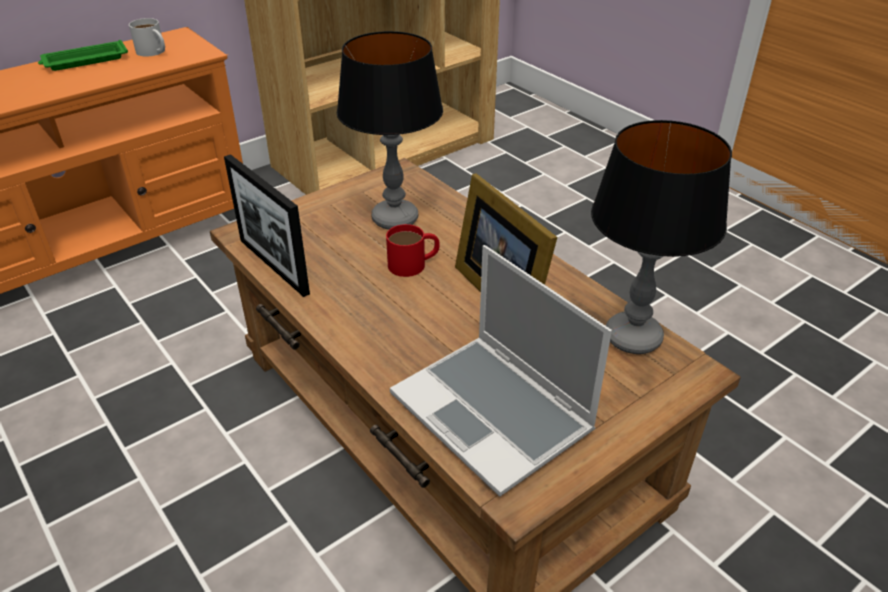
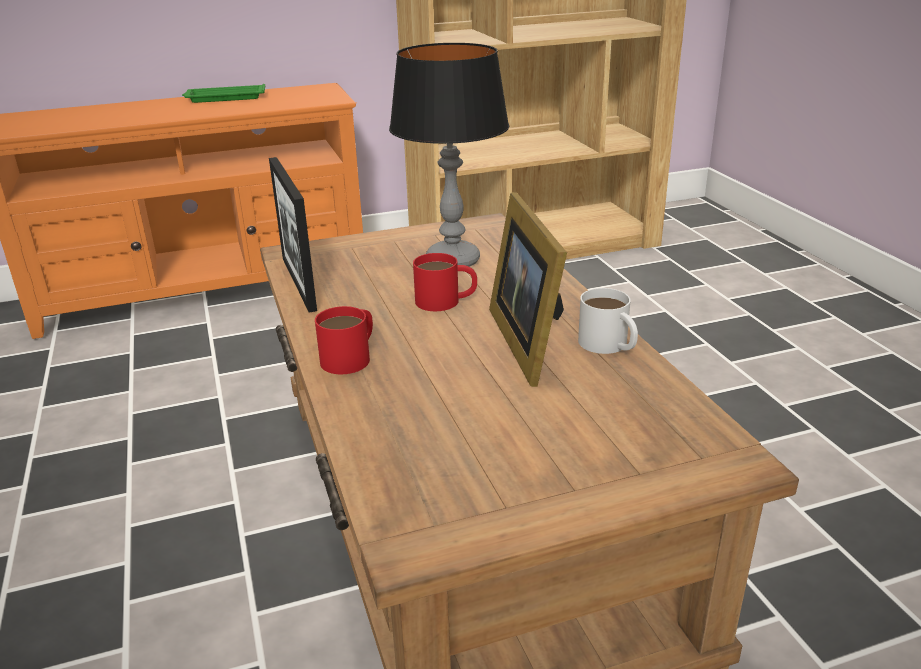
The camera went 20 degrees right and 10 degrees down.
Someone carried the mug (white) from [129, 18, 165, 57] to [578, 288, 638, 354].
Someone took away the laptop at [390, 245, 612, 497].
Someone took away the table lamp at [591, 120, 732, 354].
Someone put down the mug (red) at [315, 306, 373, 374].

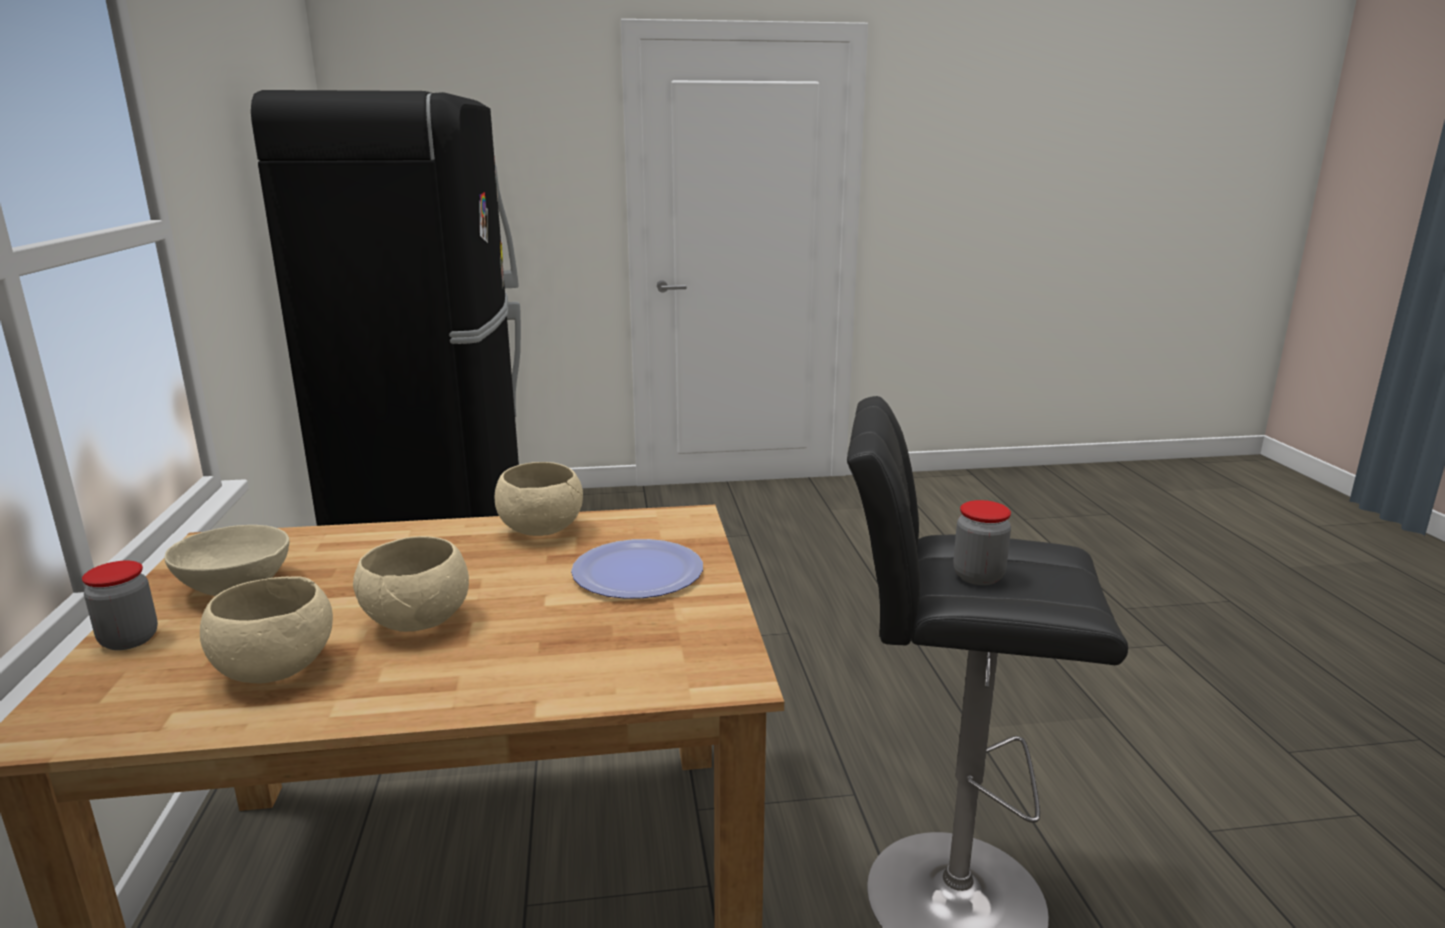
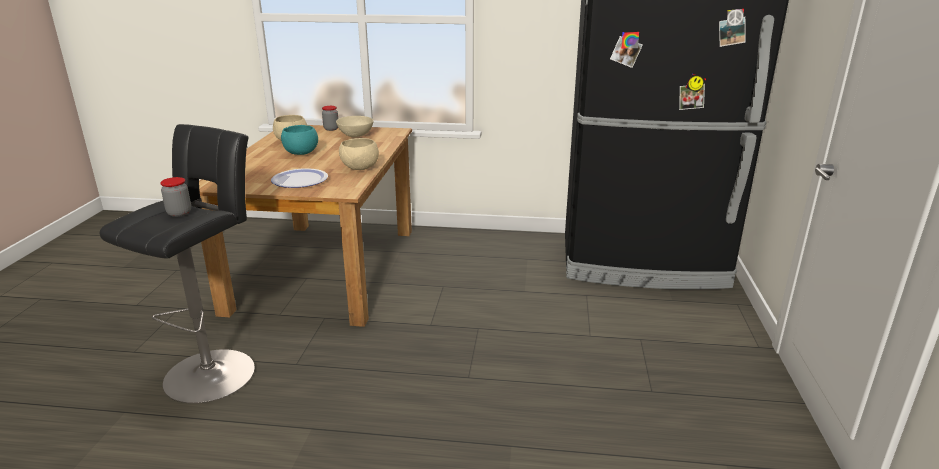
The camera went 105 degrees right and 5 degrees up.
Someone repainted the bowl (beige) at [353, 536, 469, 632], which became the bowl (turquoise) at [281, 125, 318, 155].

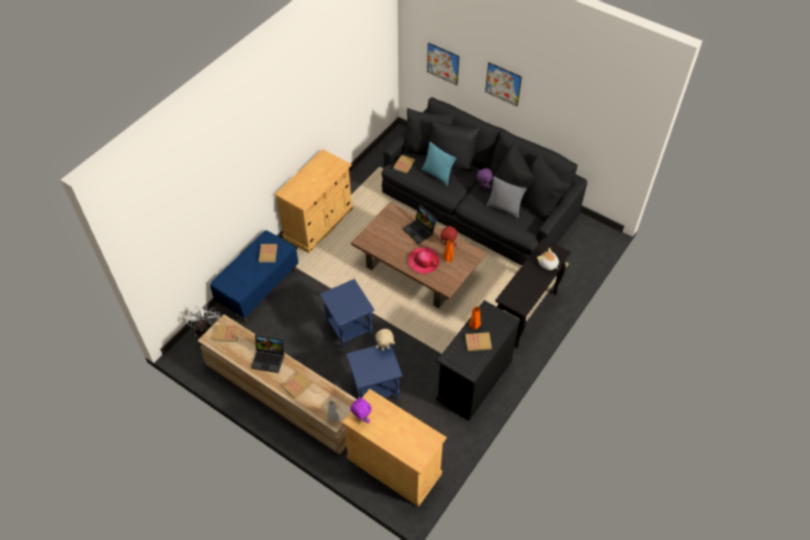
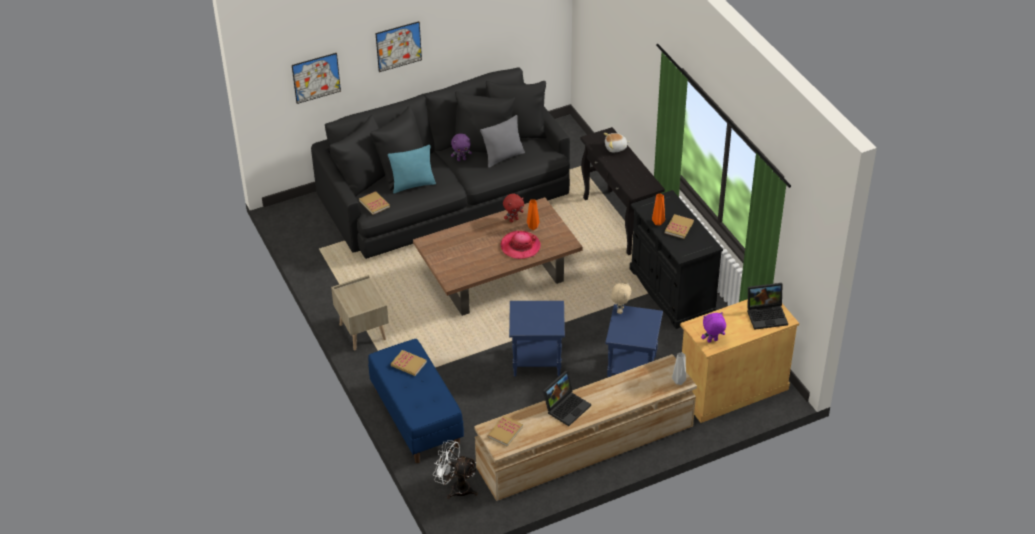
The camera went 60 degrees left and 10 degrees down.
Someone swapped the cabinet (beige) at [274, 149, 353, 254] for the nightstand (beige) at [331, 275, 389, 351].
Someone took away the book at [282, 371, 313, 399].
Someone carried the laptop from [403, 205, 437, 244] to [747, 283, 788, 330].

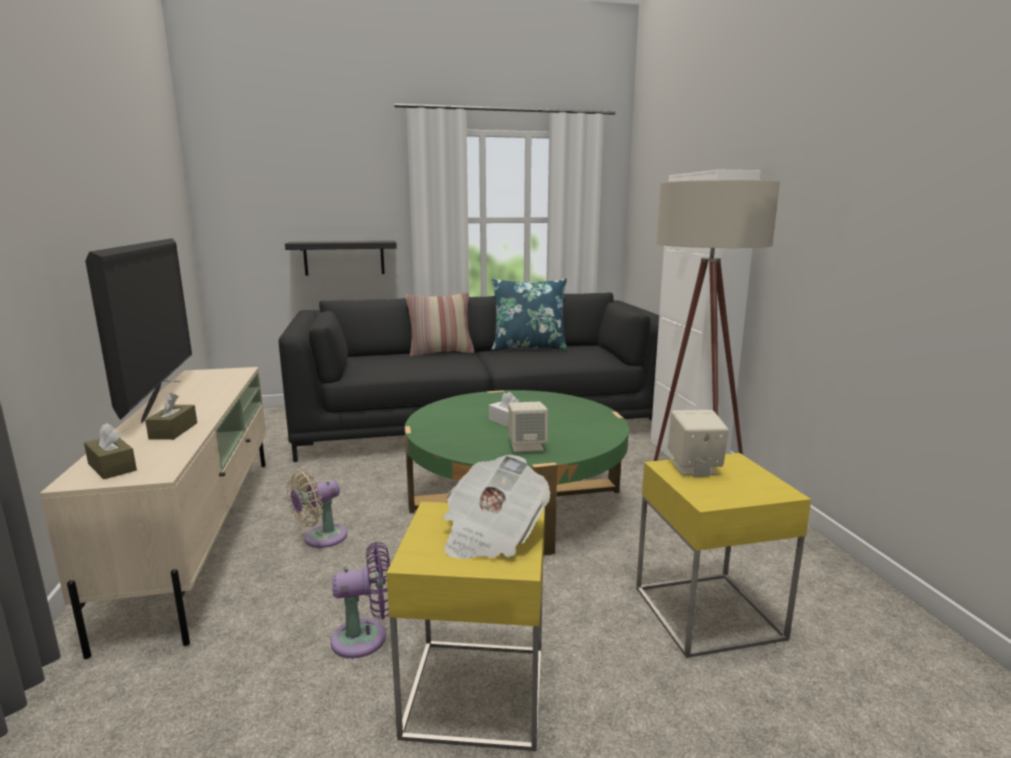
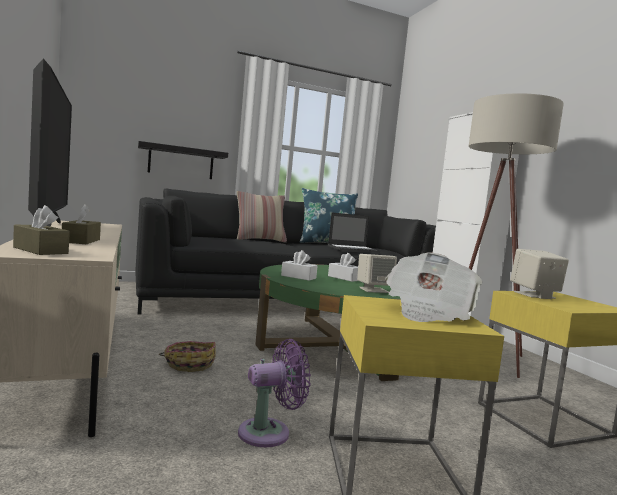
The camera went 10 degrees left and 10 degrees down.
Someone swapped the fan (beige) at [286, 470, 347, 548] for the basket at [159, 341, 216, 372].
Someone put down the tissue box (white) at [281, 250, 318, 281].
Someone put down the laptop at [328, 212, 380, 253].

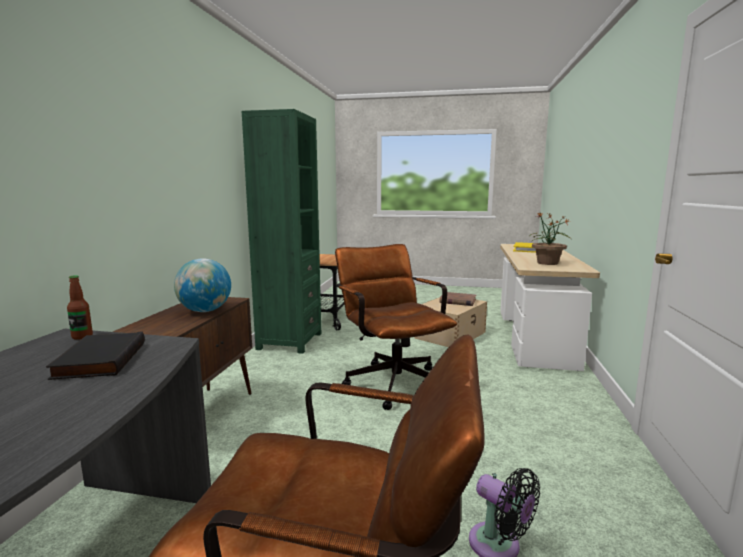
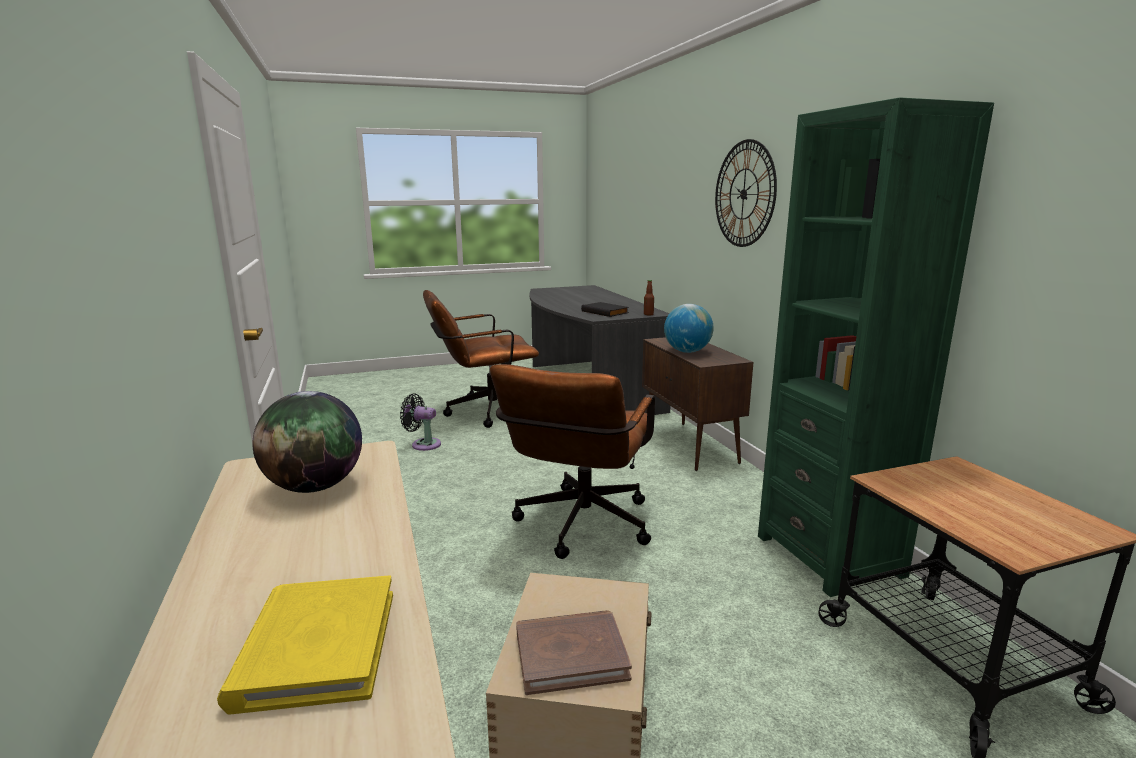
The camera went 150 degrees right and 5 degrees up.
Someone rotated the office chair (brown) at [335, 244, 457, 410] by 75 degrees clockwise.
Someone swapped the potted plant at [529, 212, 572, 265] for the globe at [252, 391, 362, 493].
Someone put up the wall clock at [715, 139, 777, 247].

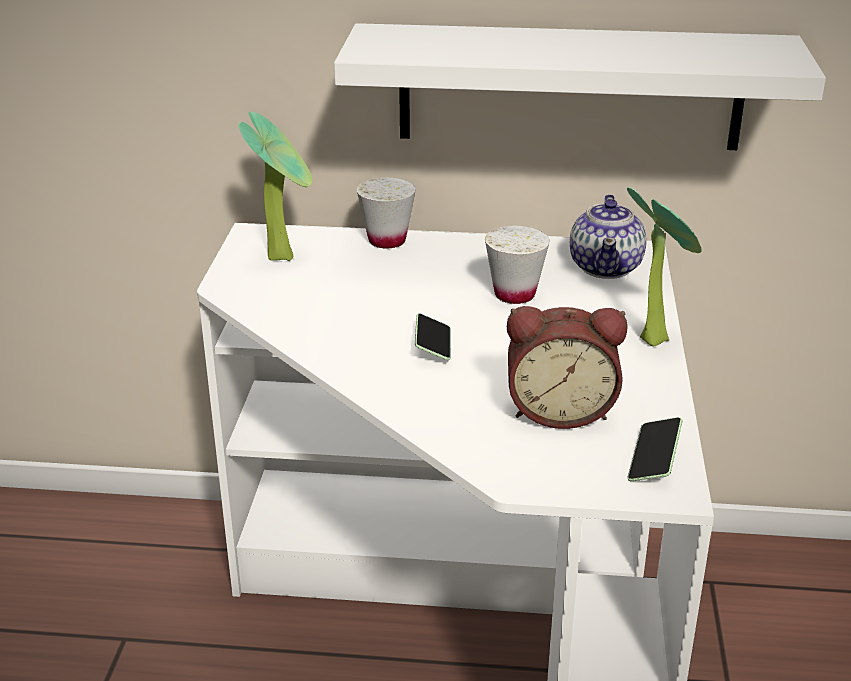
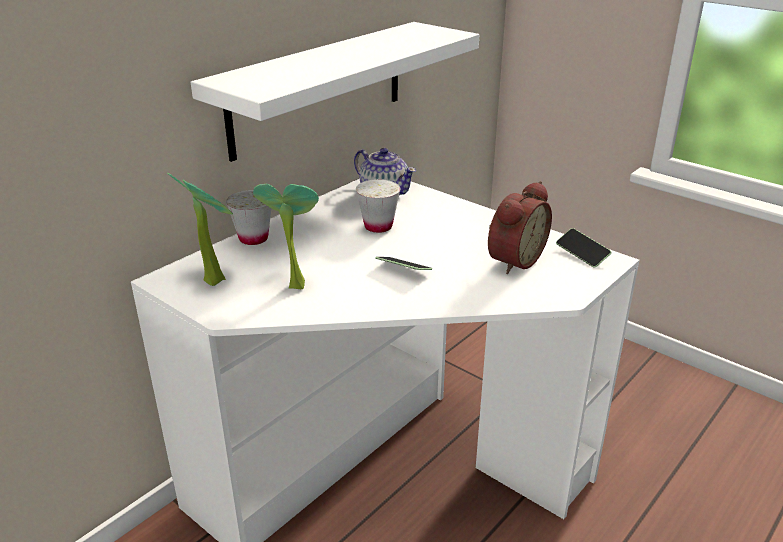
The camera went 55 degrees left and 0 degrees up.
Someone carried the potted plant from [627, 187, 701, 346] to [253, 184, 319, 289].

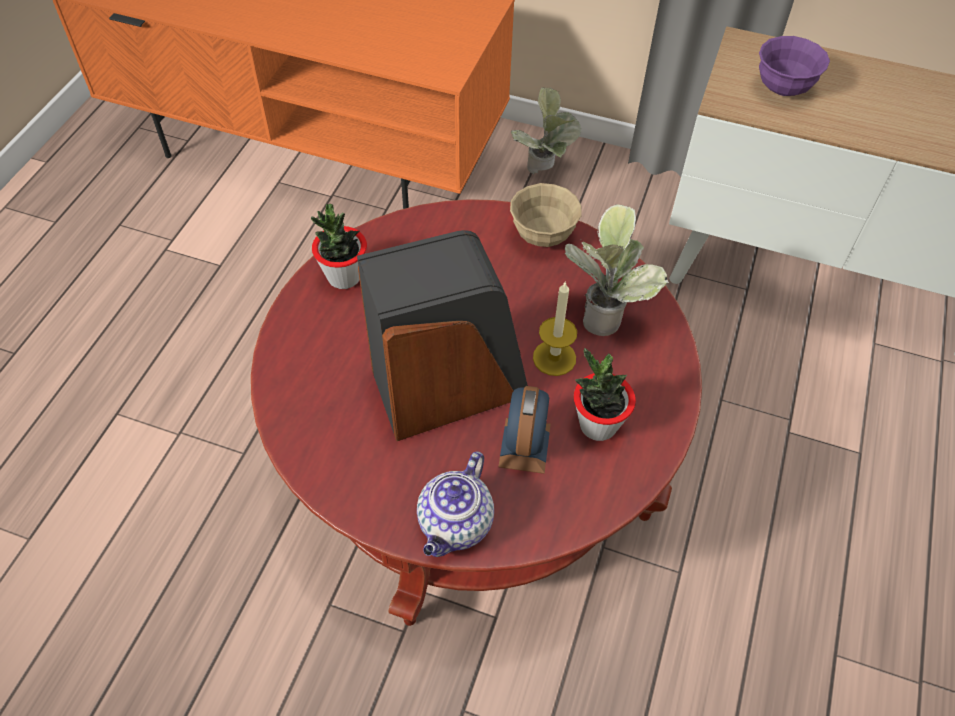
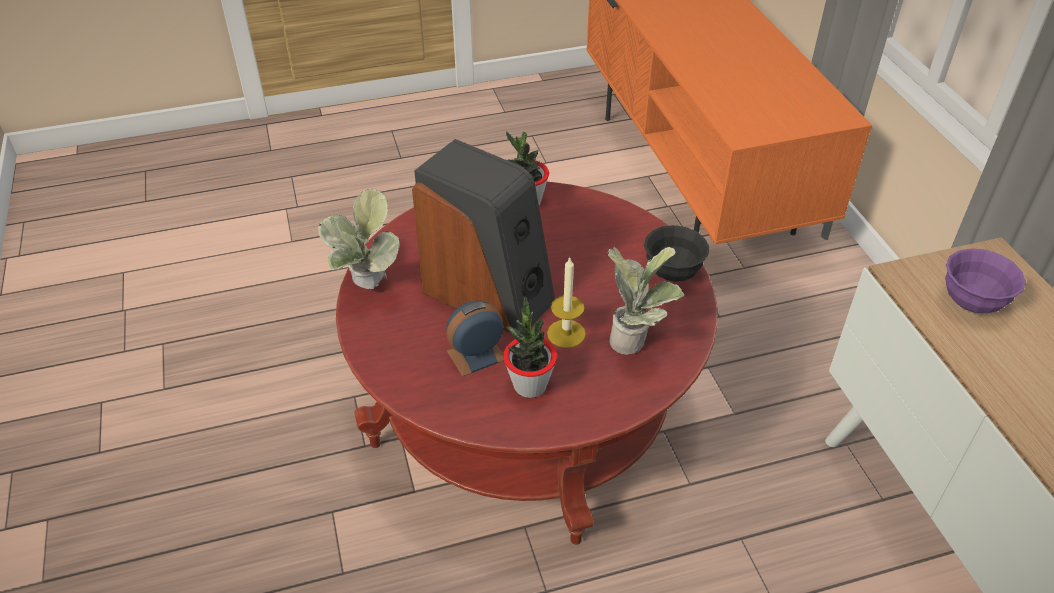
The camera went 55 degrees right and 10 degrees down.
Someone took away the teapot at [417, 452, 494, 557].
Someone repainted the bowl (beige) at [510, 183, 582, 247], which became the bowl (black) at [644, 225, 710, 282].
Someone carried the potted plant from [511, 87, 581, 174] to [318, 189, 400, 289].

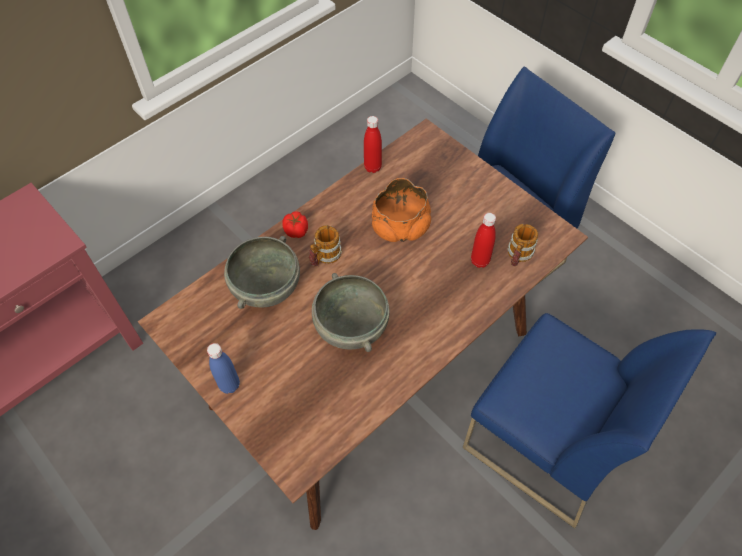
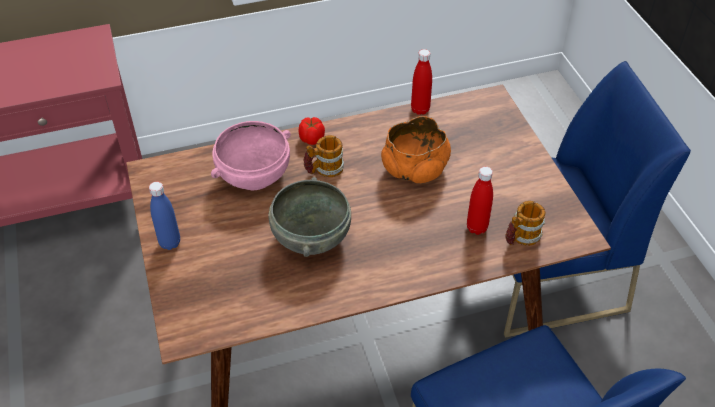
The camera went 25 degrees right and 10 degrees down.
Someone repainted the bowl (grey) at [224, 236, 300, 309], which became the bowl (pink) at [211, 121, 291, 191].

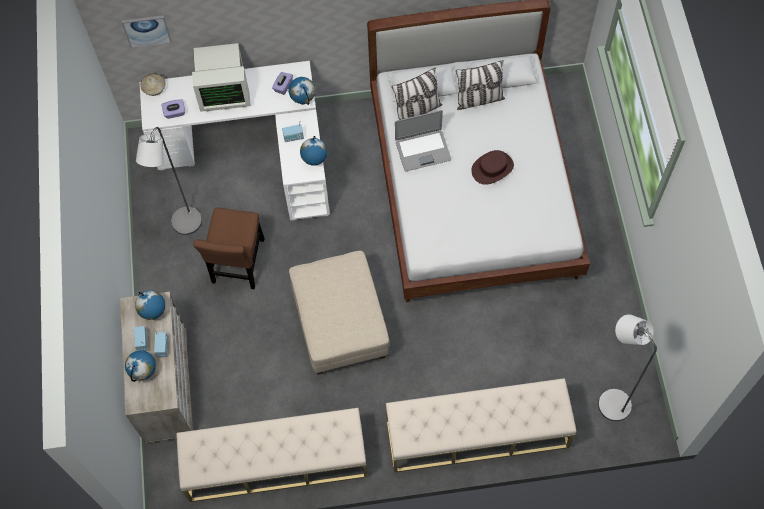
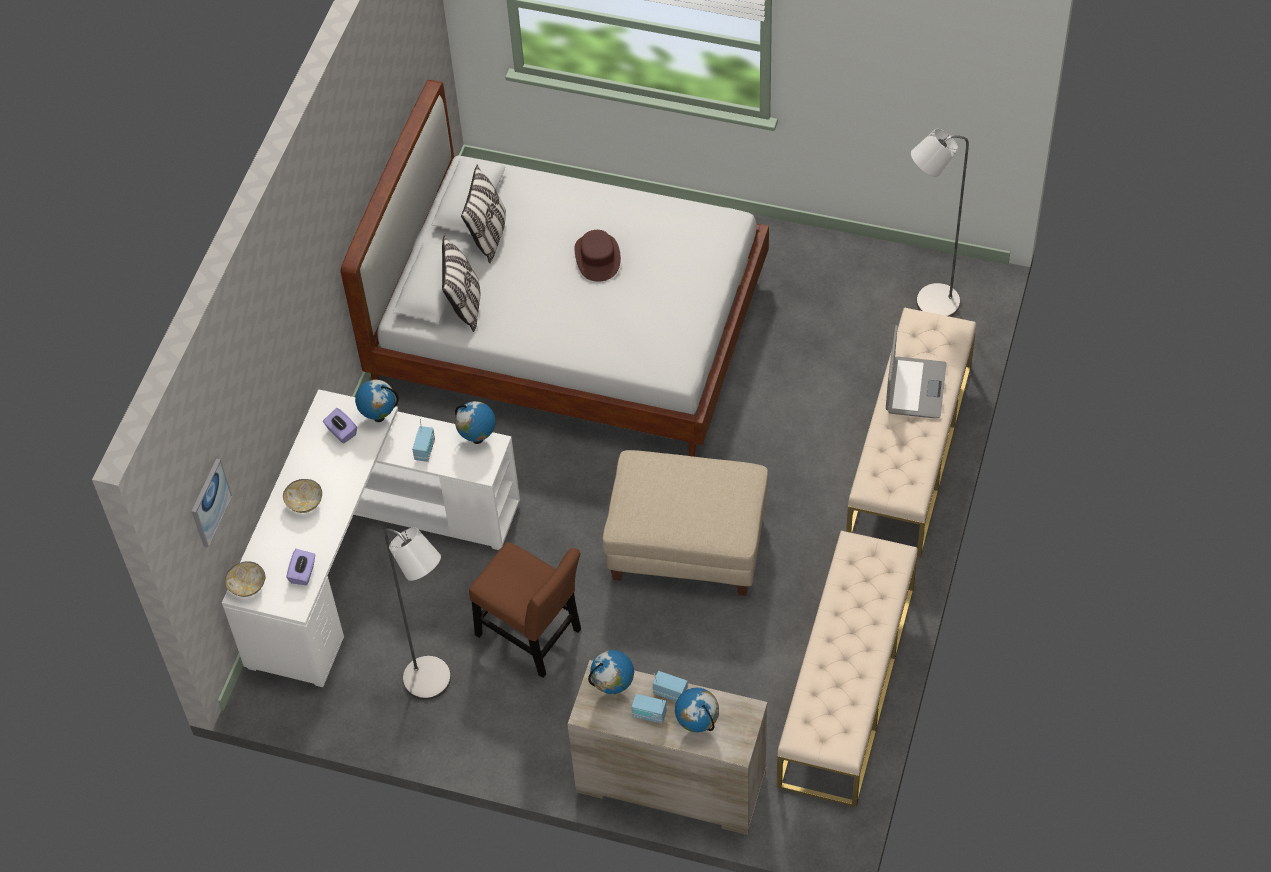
The camera went 65 degrees left and 10 degrees down.
Someone swapped the monitor at [192, 43, 250, 112] for the bowl at [283, 479, 322, 513].
Someone carried the laptop from [395, 110, 451, 171] to [886, 325, 947, 418].

